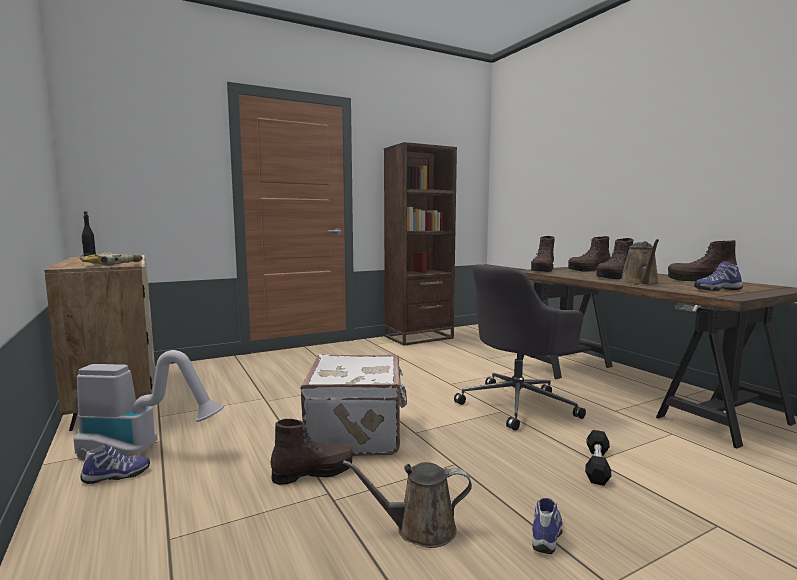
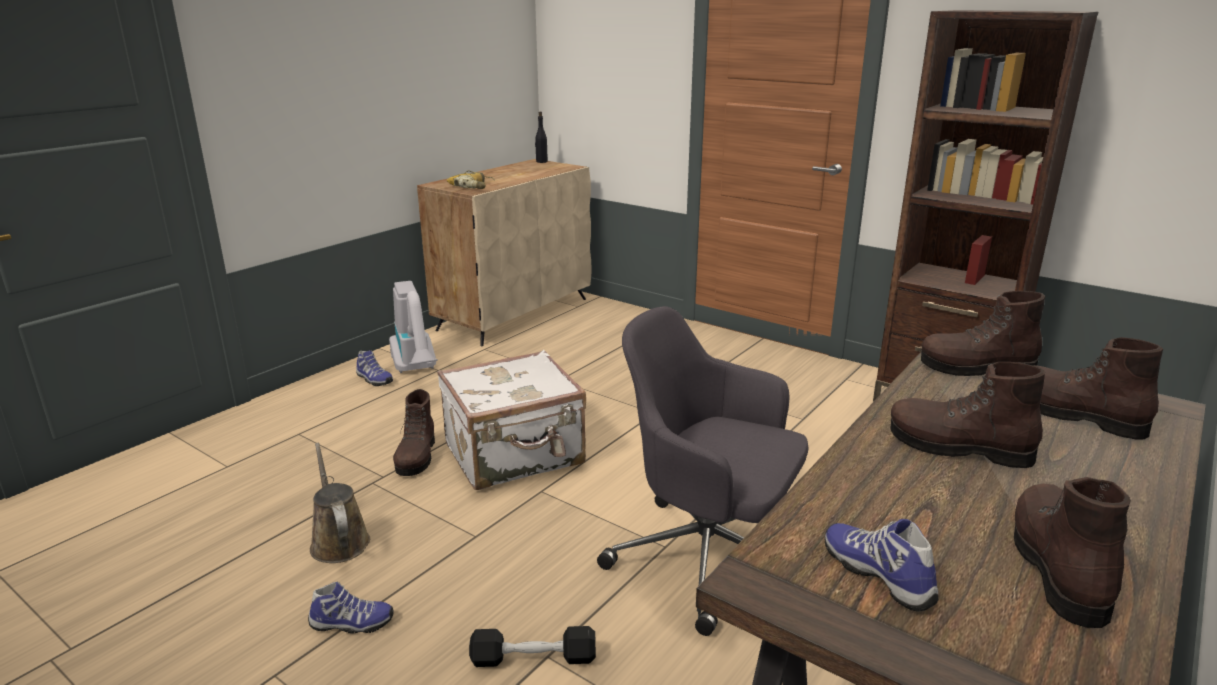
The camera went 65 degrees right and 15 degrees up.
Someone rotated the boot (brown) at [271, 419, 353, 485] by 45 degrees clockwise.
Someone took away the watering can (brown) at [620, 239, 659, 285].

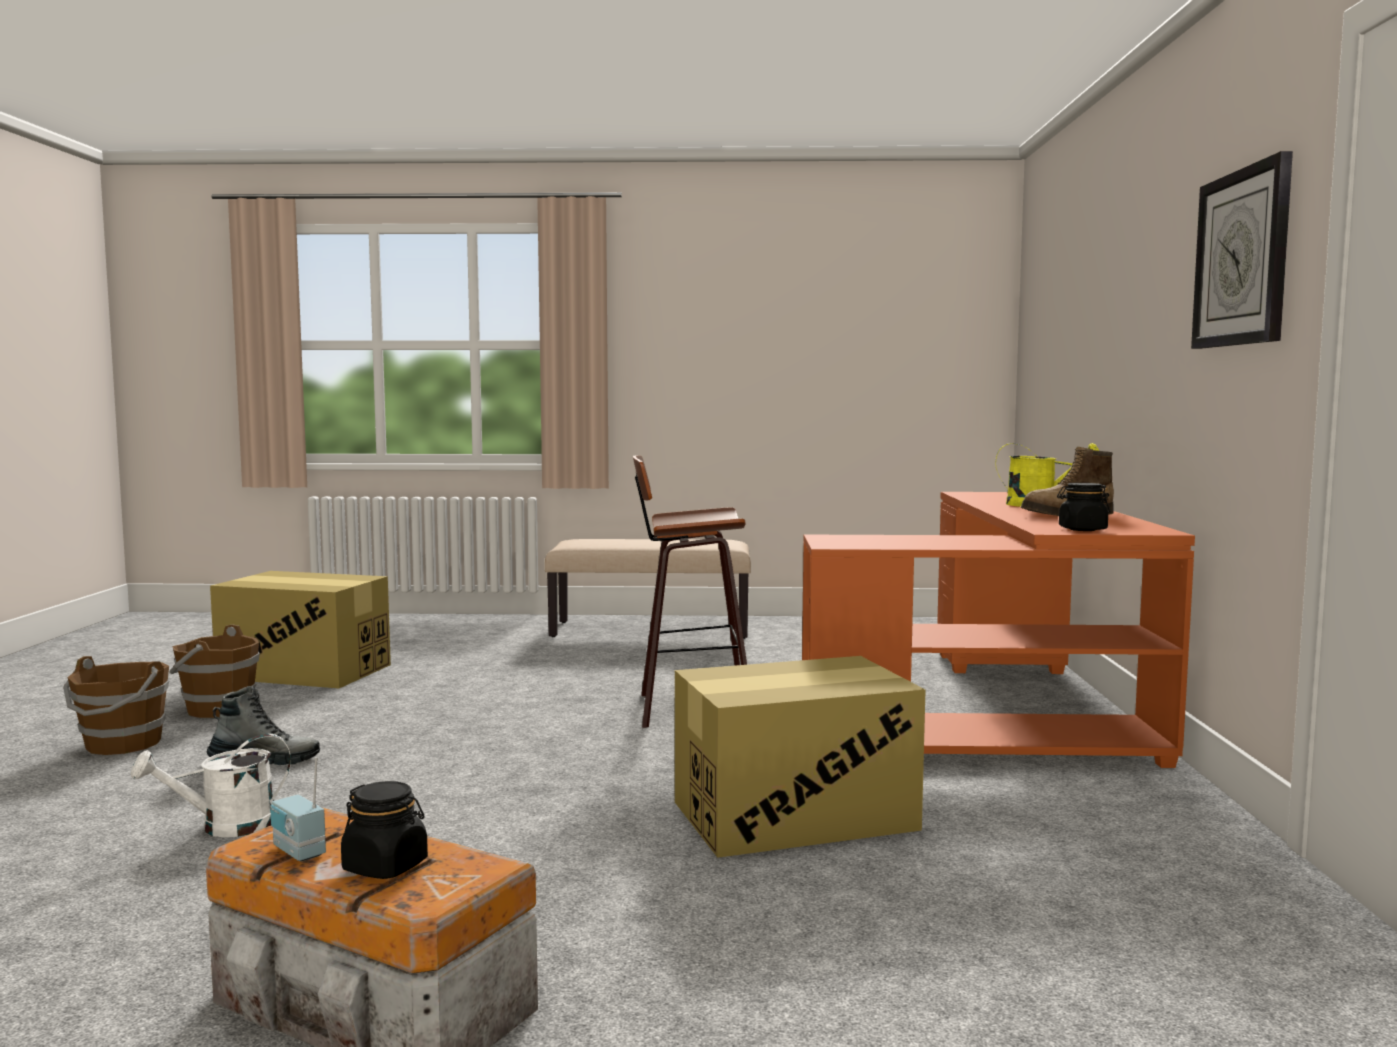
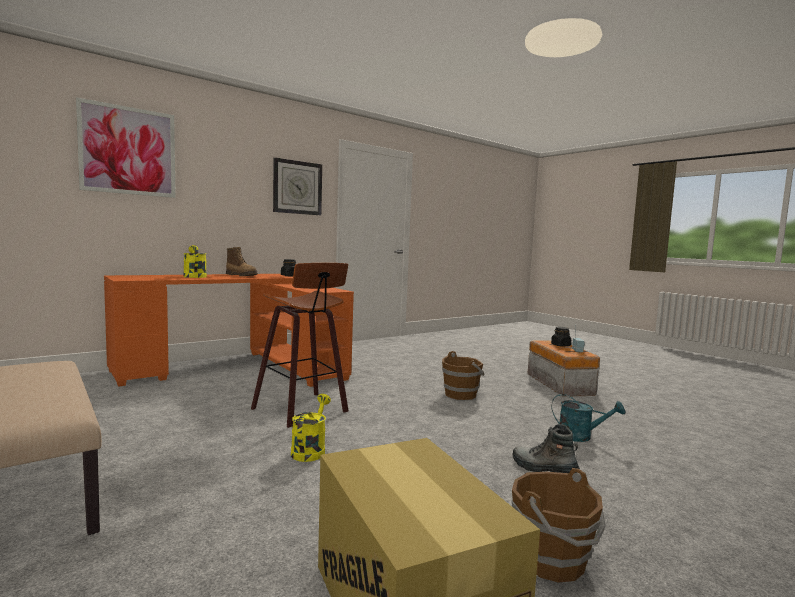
The camera went 130 degrees left and 0 degrees up.
Someone carried the bucket (brown) from [63, 656, 170, 755] to [442, 351, 484, 400].
Someone repainted the watering can (white) at [131, 734, 291, 837], which became the watering can (turquoise) at [552, 394, 625, 442].
Someone took away the cardboard box at [675, 656, 926, 858].
Someone put up the picture at [76, 97, 176, 198].
Someone put down the watering can (yellow) at [291, 394, 331, 462].

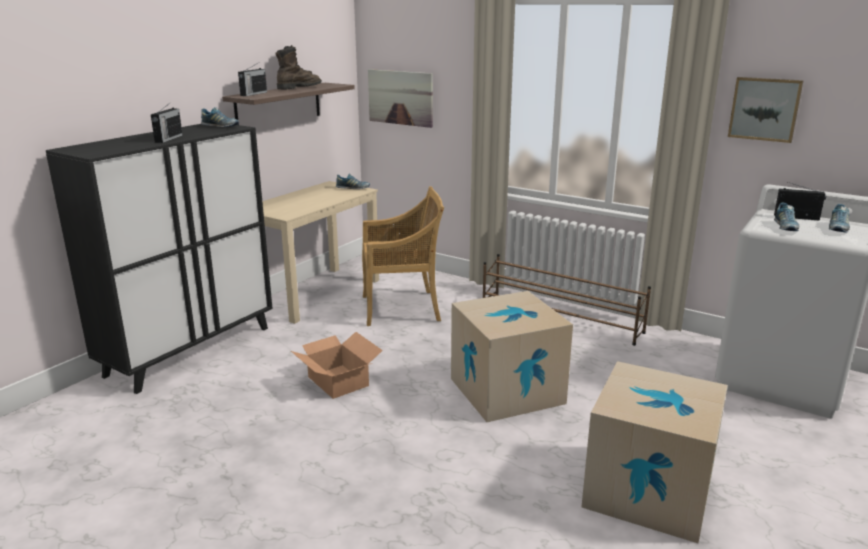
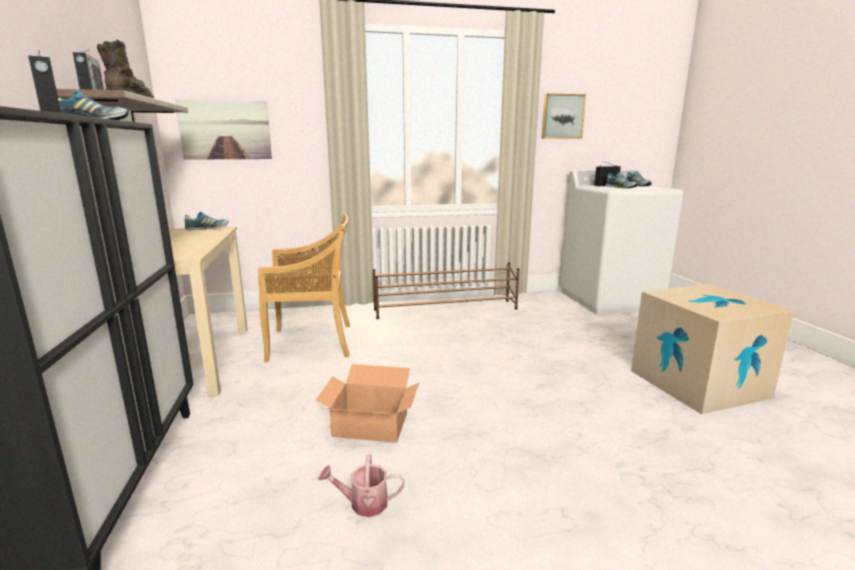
The camera went 45 degrees left and 5 degrees down.
Someone rotated the chair (beige) at [362, 186, 444, 326] by 45 degrees clockwise.
Someone took away the cardboard box at [451, 291, 573, 422].
Someone put down the watering can at [318, 455, 405, 517].

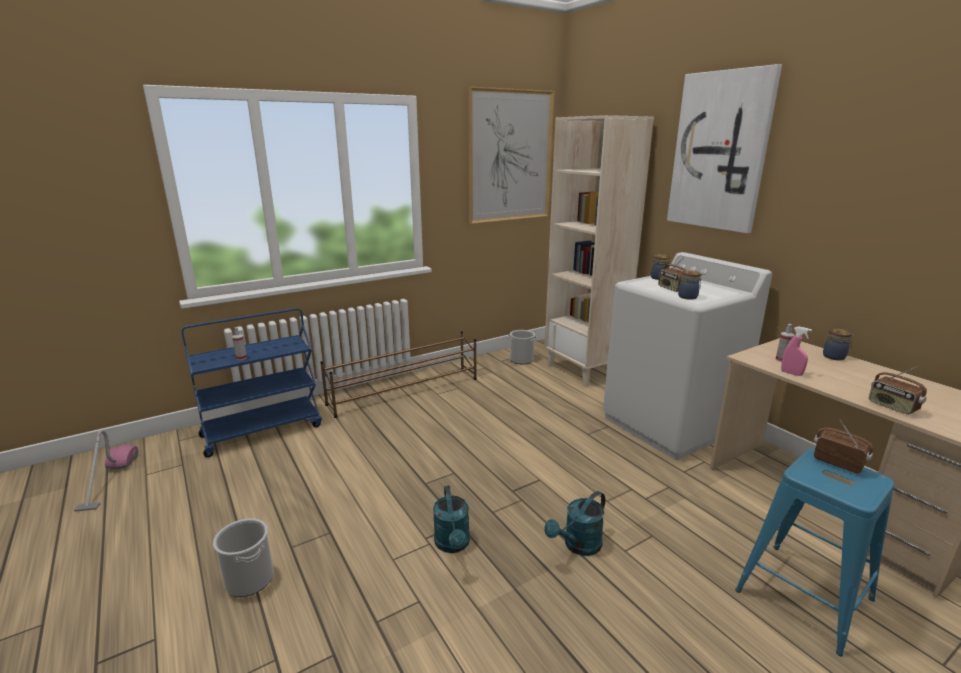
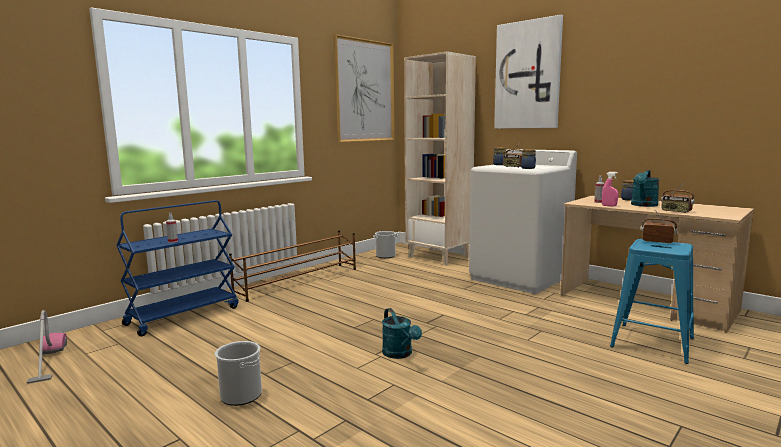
The camera went 15 degrees left and 10 degrees down.
Someone carried the watering can (turquoise) from [544, 491, 605, 556] to [631, 170, 659, 207].

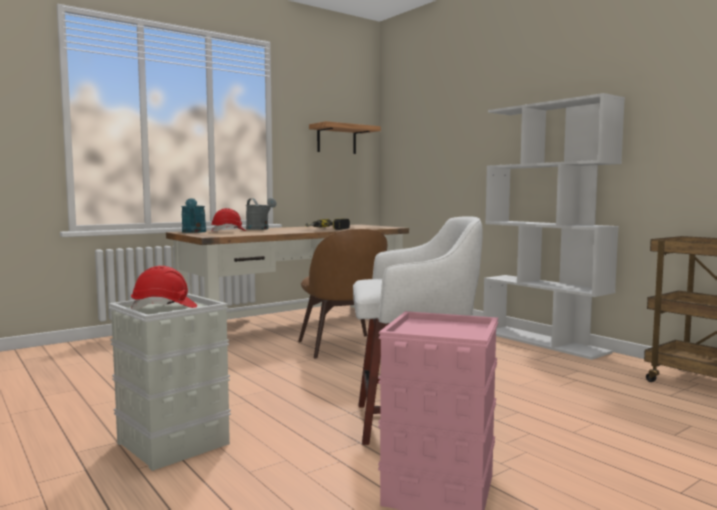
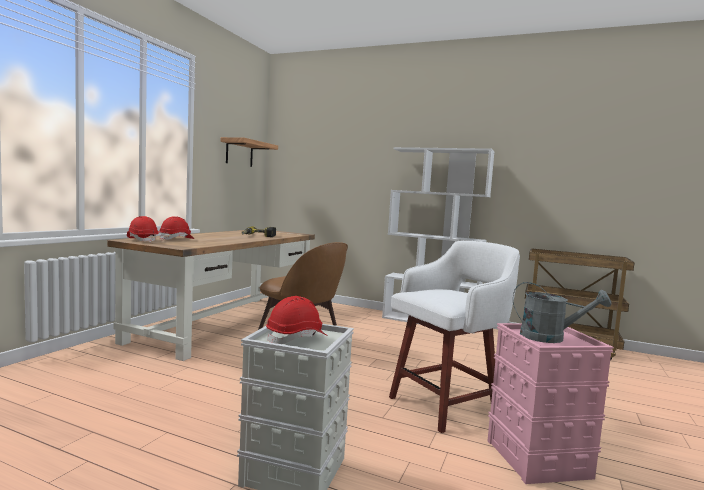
The camera went 30 degrees left and 0 degrees up.
Someone swapped the watering can (turquoise) at [181, 198, 206, 233] for the hard hat (red) at [127, 216, 159, 243].
Someone carried the watering can (grey) from [246, 198, 277, 230] to [513, 282, 611, 343].

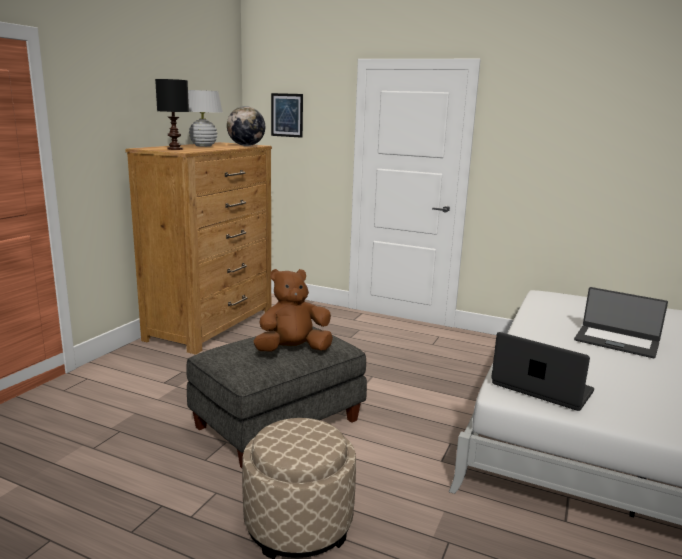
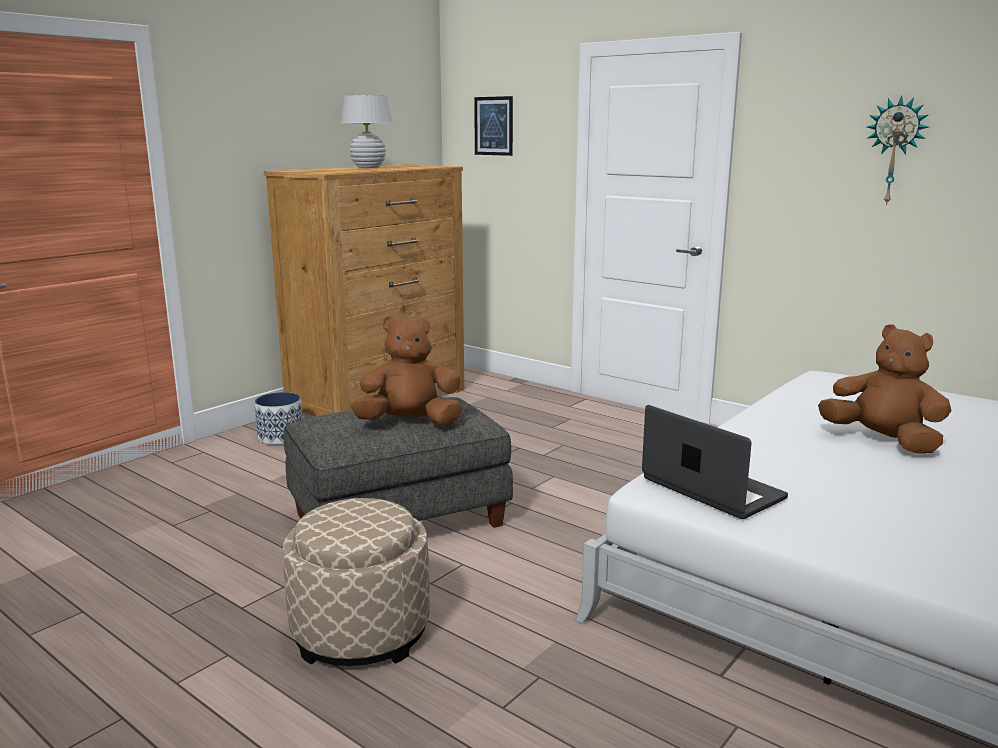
The camera went 15 degrees right and 0 degrees up.
Someone took away the table lamp (black) at [155, 79, 189, 150].
Someone took away the globe at [227, 106, 265, 146].
Someone swapped the laptop at [574, 287, 668, 358] for the plush toy (brown) at [818, 324, 952, 453].
Someone put down the planter at [254, 392, 303, 445].
Someone put up the wall clock at [867, 95, 929, 206].

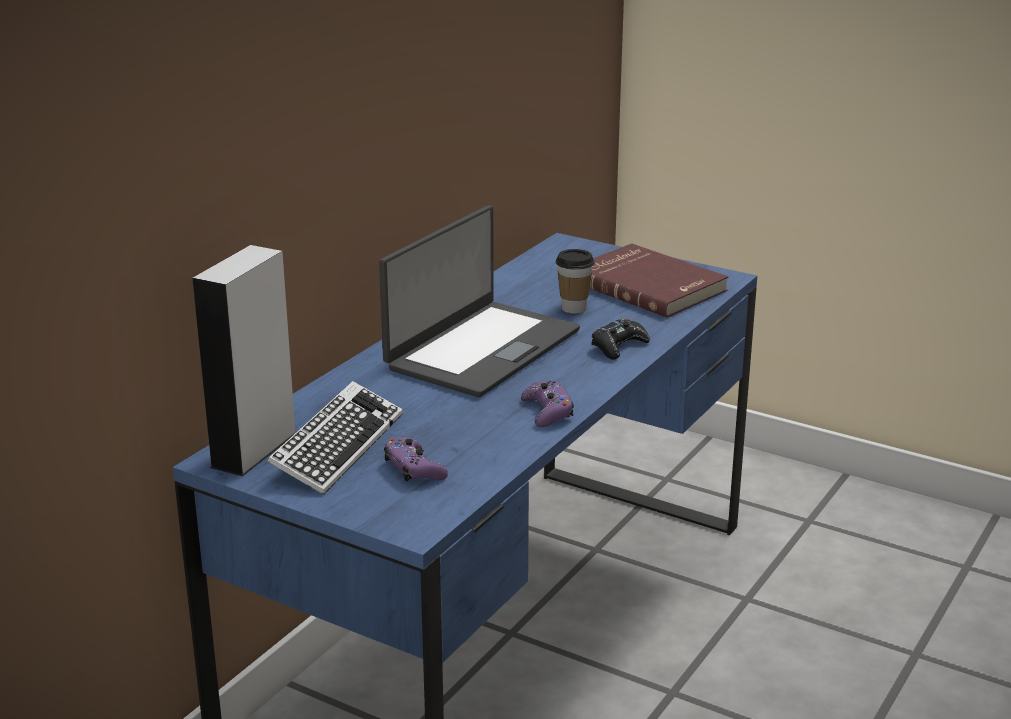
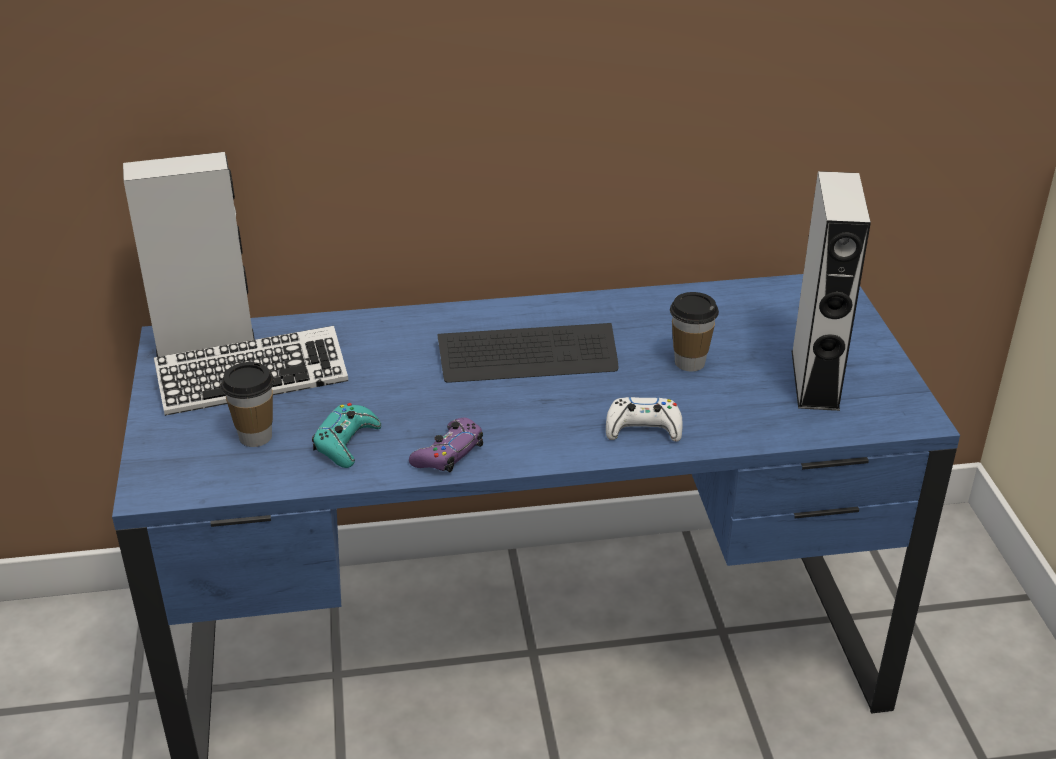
The camera went 50 degrees right and 10 degrees up.
Someone swapped the laptop at [379, 205, 580, 397] for the keyboard at [437, 323, 619, 383].
Someone swapped the game controller (purple) at [384, 437, 448, 481] for the cup at [221, 362, 274, 447].
Someone swapped the book (red) at [590, 244, 728, 317] for the speaker (grey) at [791, 171, 871, 411].
Someone repainted the game controller (black) at [592, 319, 650, 360], which became the game controller (white) at [606, 397, 683, 442].
Someone put down the game controller (turquoise) at [312, 403, 381, 468].

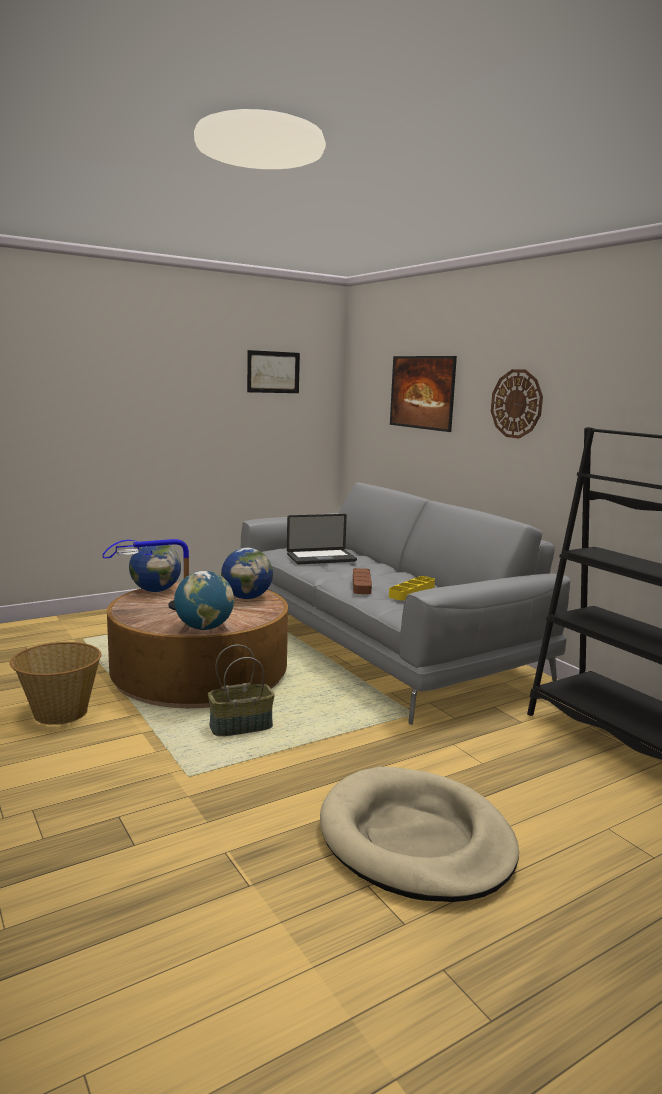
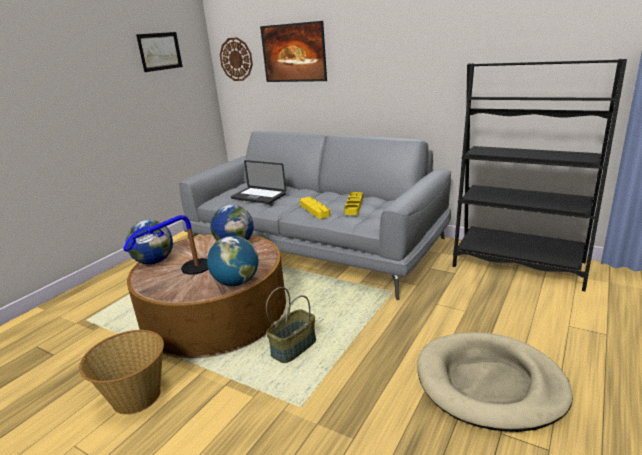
The camera went 25 degrees left and 10 degrees up.
Someone rotated the laptop at [287, 514, 357, 564] by 75 degrees clockwise.
Someone repainted the tray (brown) at [353, 568, 372, 594], which became the tray (yellow) at [300, 197, 330, 219].
Someone carried the wall clock from [491, 369, 543, 439] to [220, 37, 253, 81].

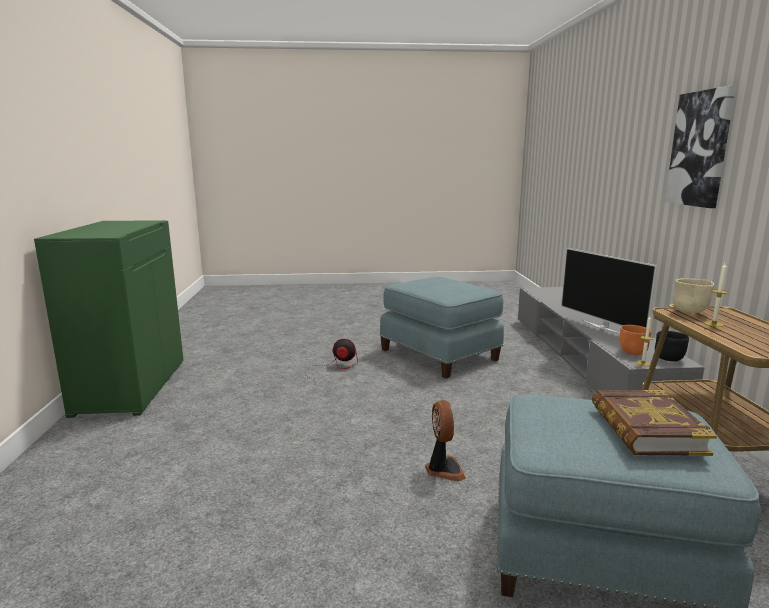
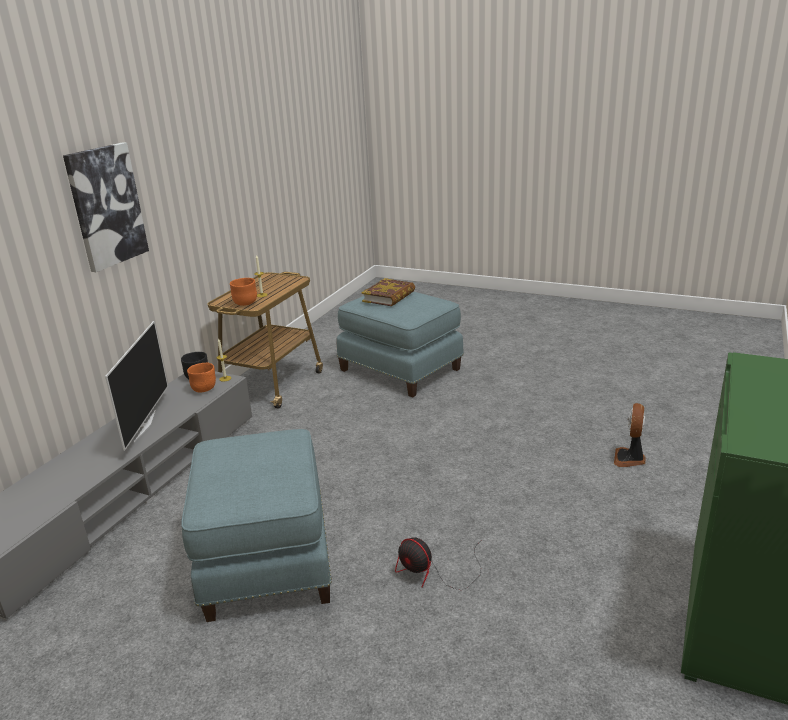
The camera went 150 degrees left and 10 degrees up.
Someone carried the fan from [425, 400, 466, 481] to [614, 403, 646, 467].
Someone repainted the bowl (beige) at [673, 278, 714, 313], which became the bowl (orange) at [230, 278, 257, 306].

